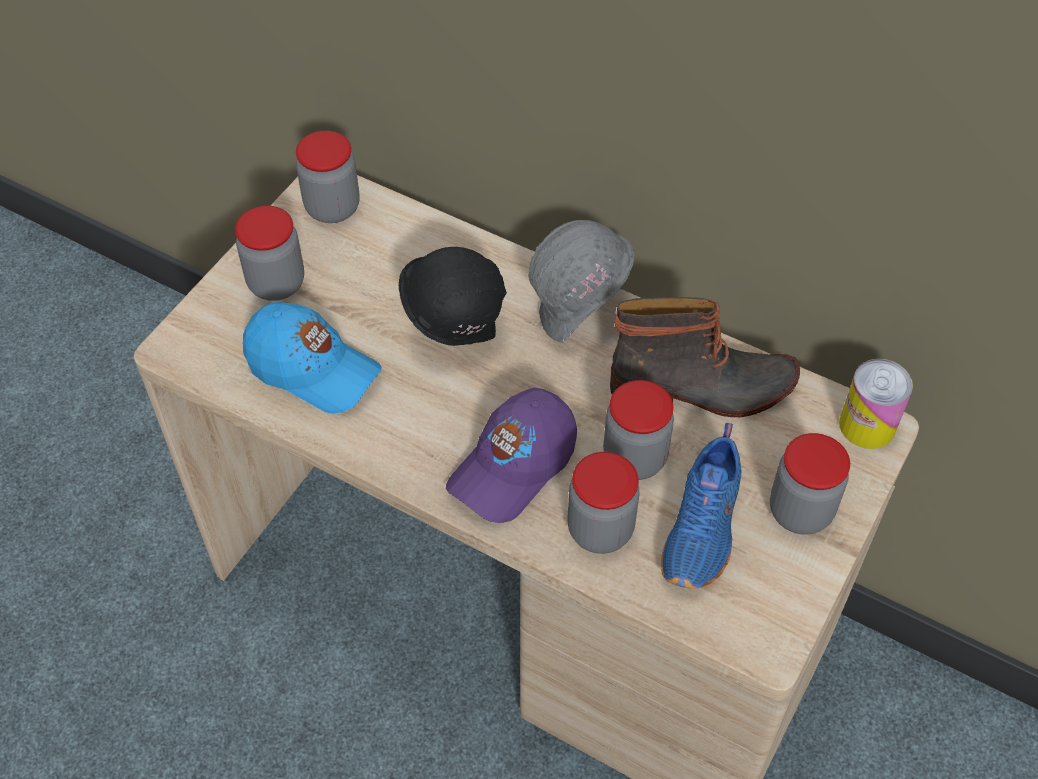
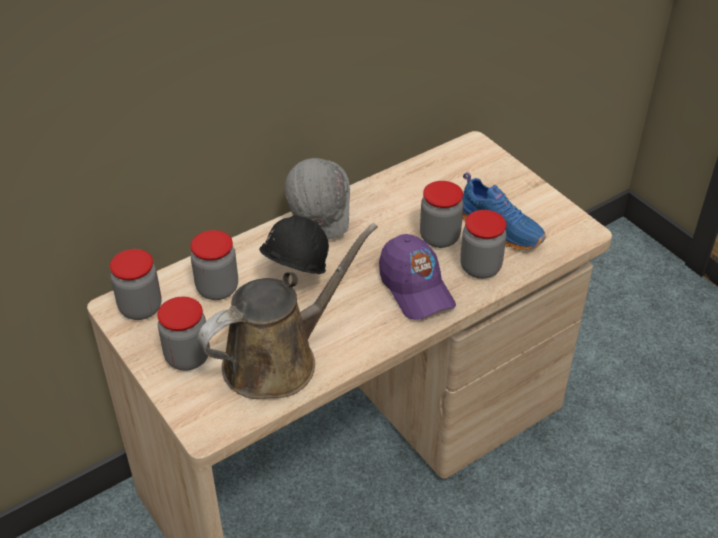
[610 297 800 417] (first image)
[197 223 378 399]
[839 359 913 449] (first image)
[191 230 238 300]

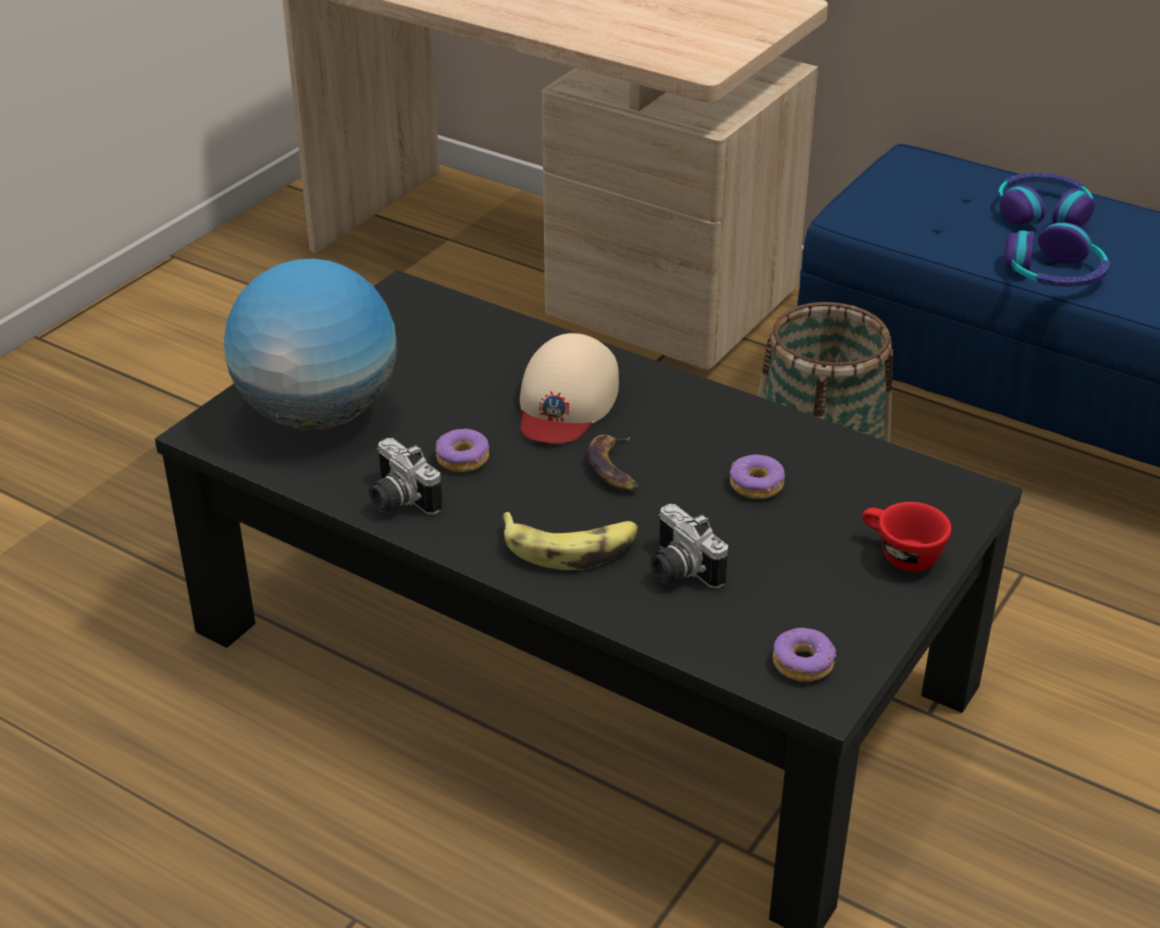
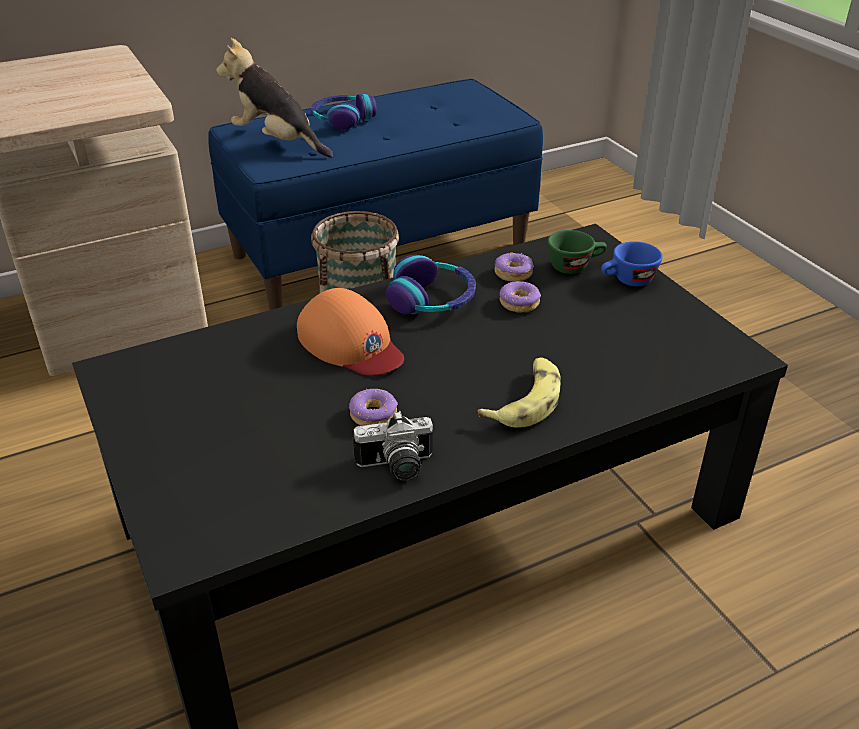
[386 255 476 314]
[224 259 397 430] (first image)
[297 288 404 376]
[588 435 639 490] (first image)
[601 241 663 286]
[650 504 728 589] (first image)
[494 252 534 282]
[216 38 333 157]
[547 230 607 274]

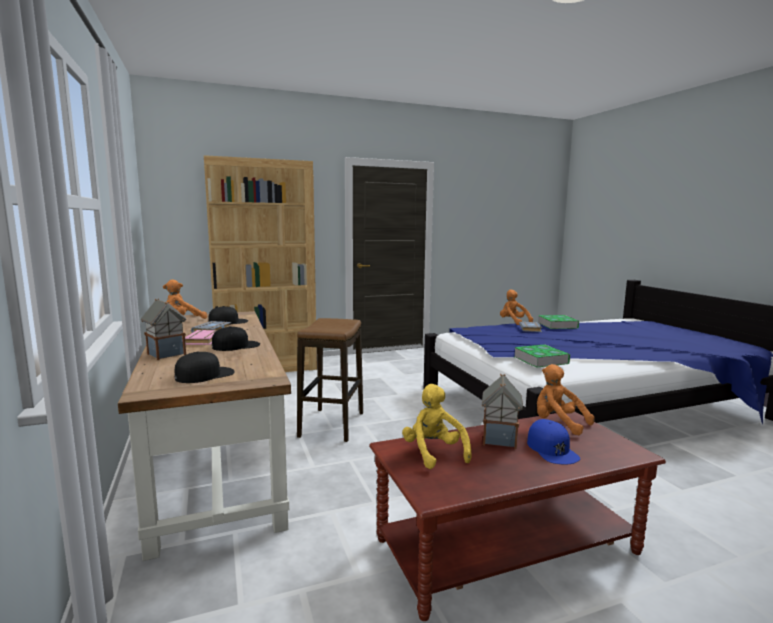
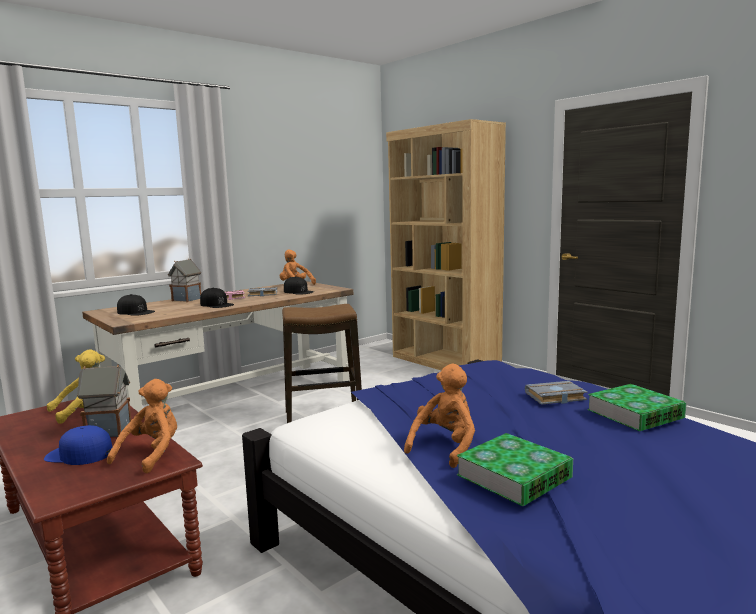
[404 364 475 468]
[457 433 573 506]
[44 425 112 465]

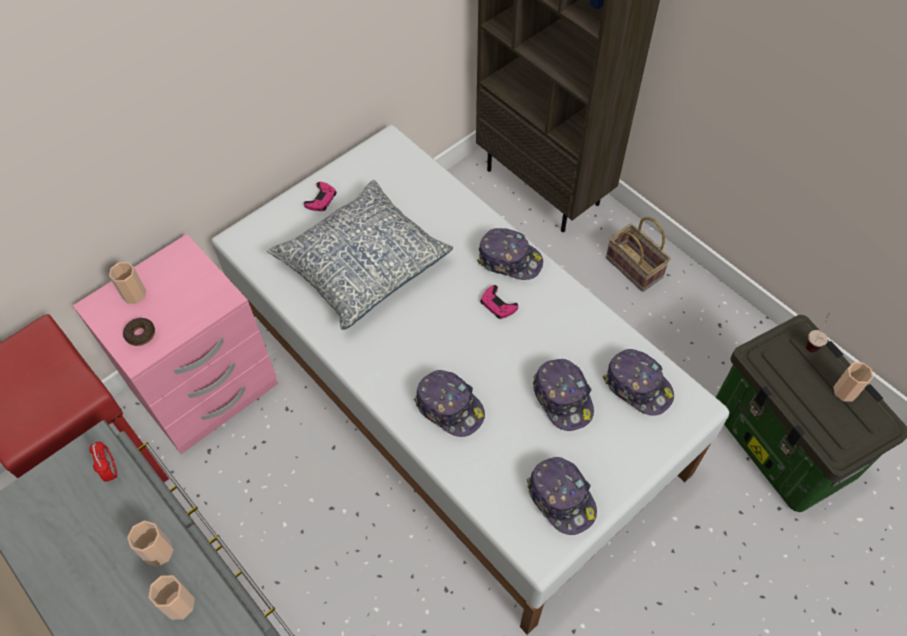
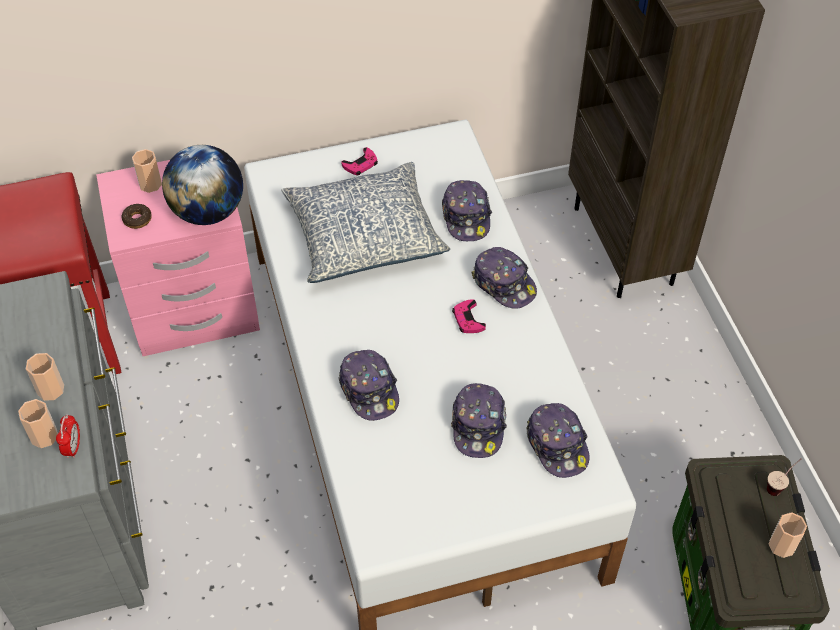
[606 217 671 292] (first image)
[56 414 80 458]
[442 180 492 241]
[162 145 243 225]

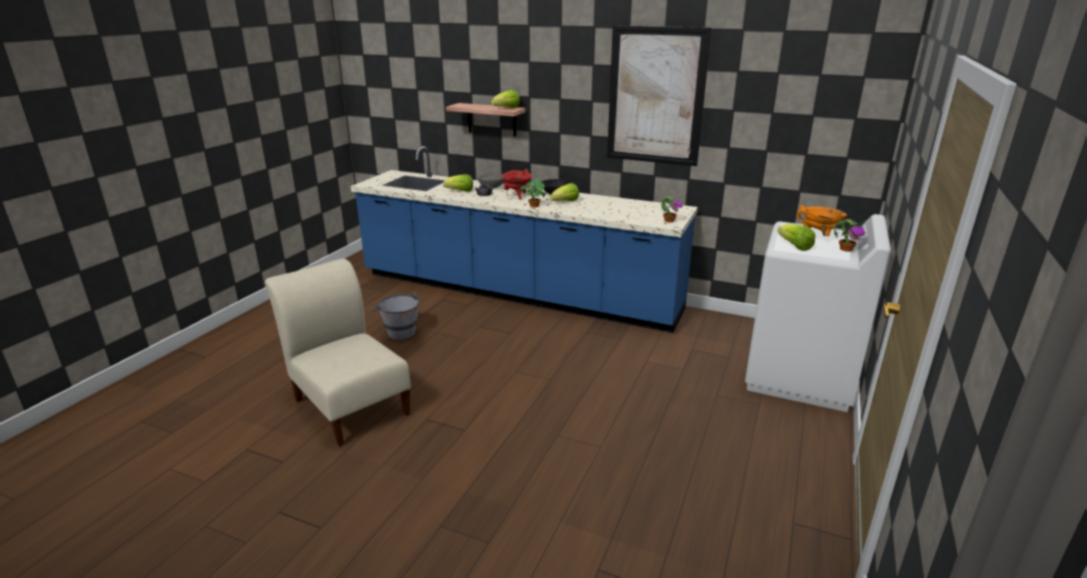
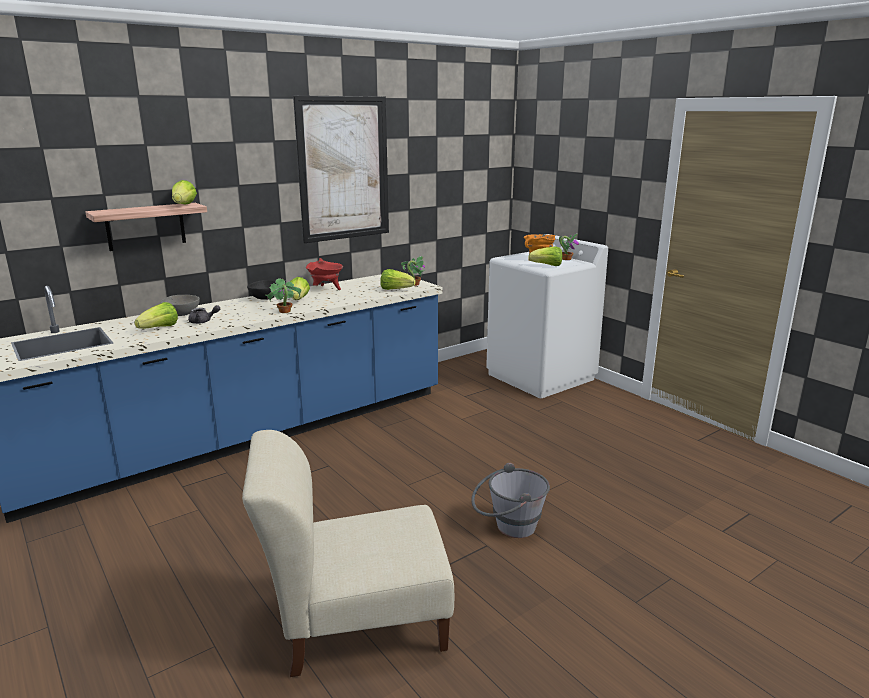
[306 258 343 290]
[471 463 550 538]
[380 269 416 290]

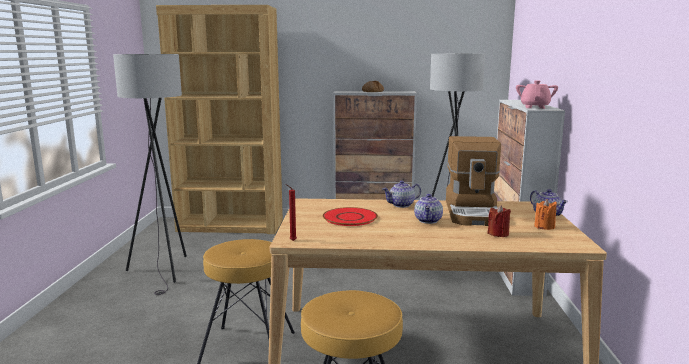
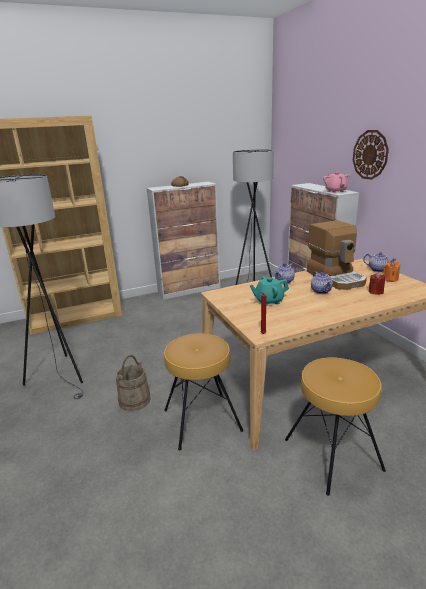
[250 276 289 306]
[353 130 389 180]
[116 355 151 411]

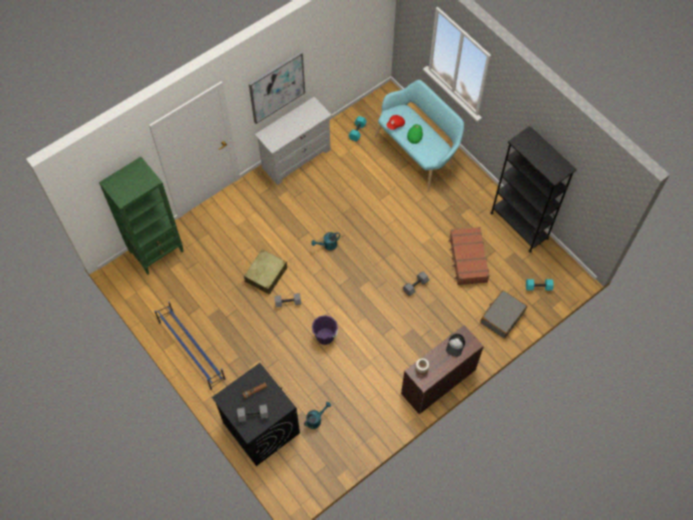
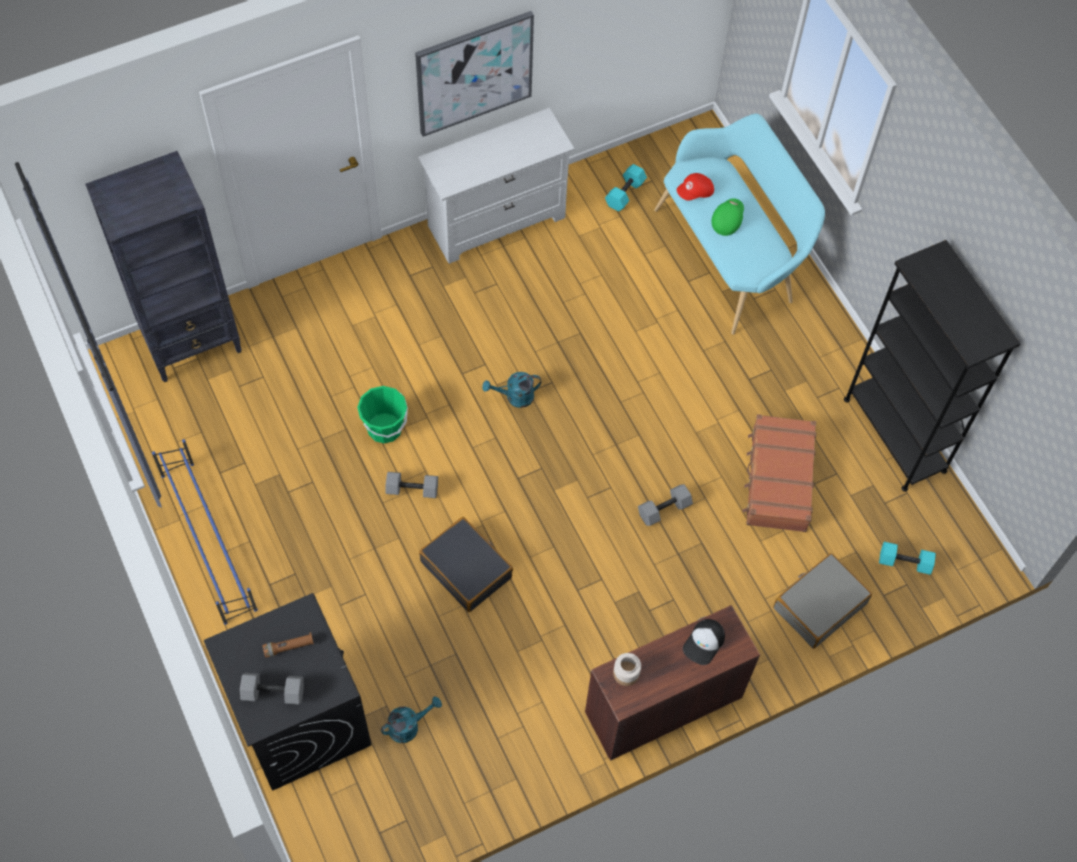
[85 151 242 382]
[357 386 408 443]
[419 517 513 612]

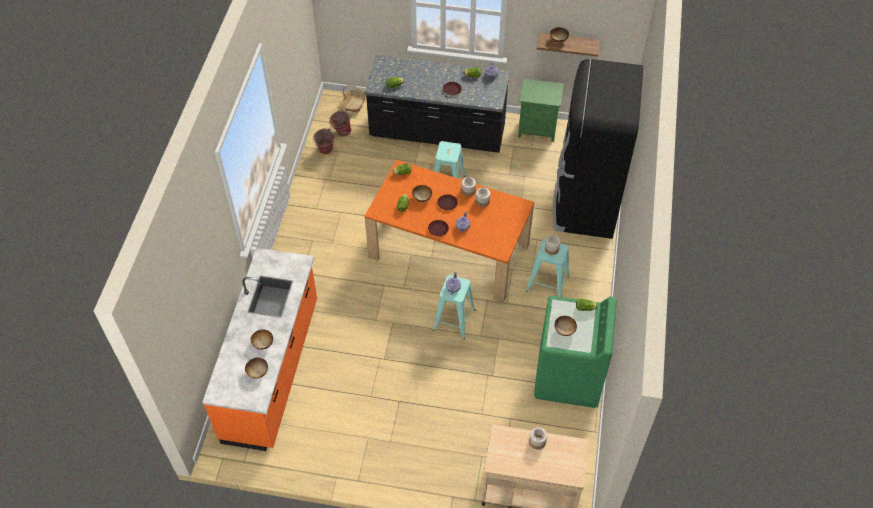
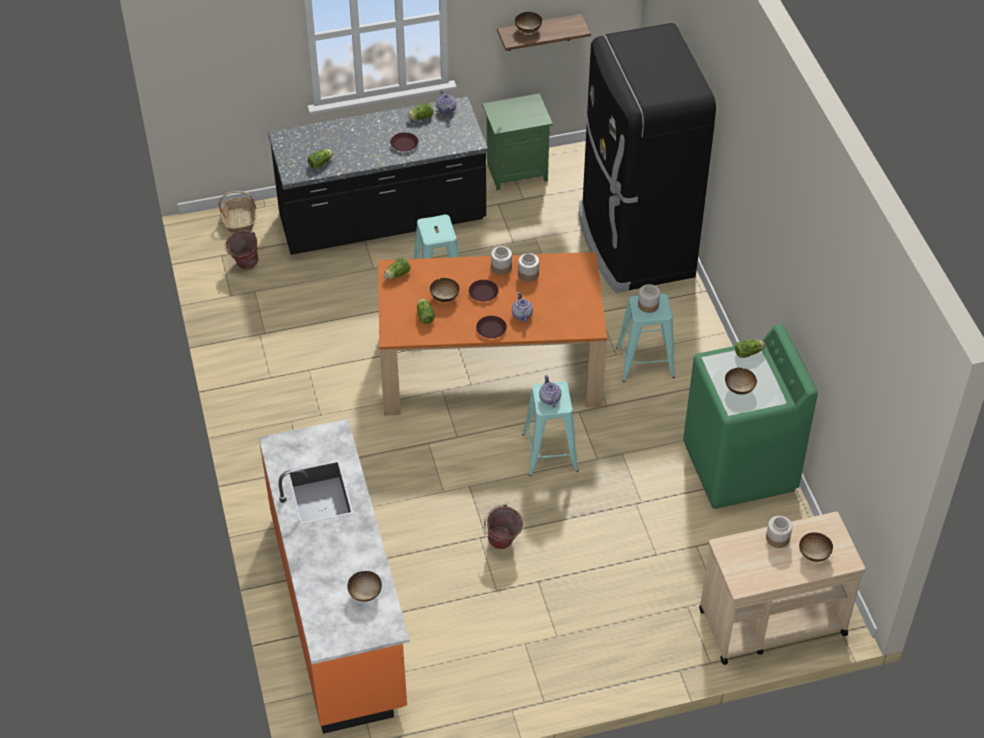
[484 504 523 549]
[799 532 833 562]

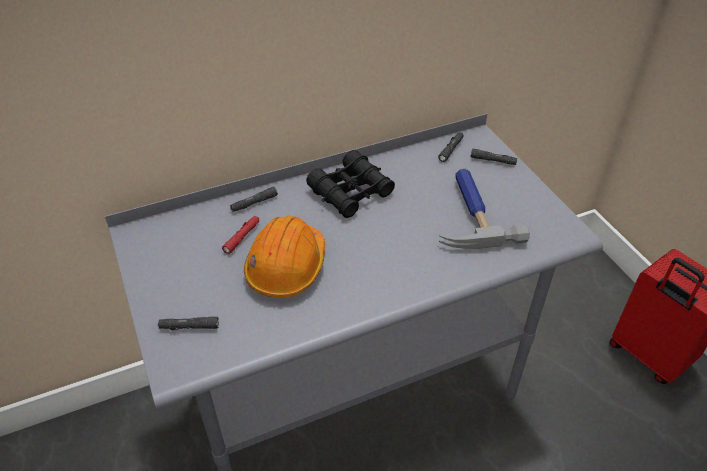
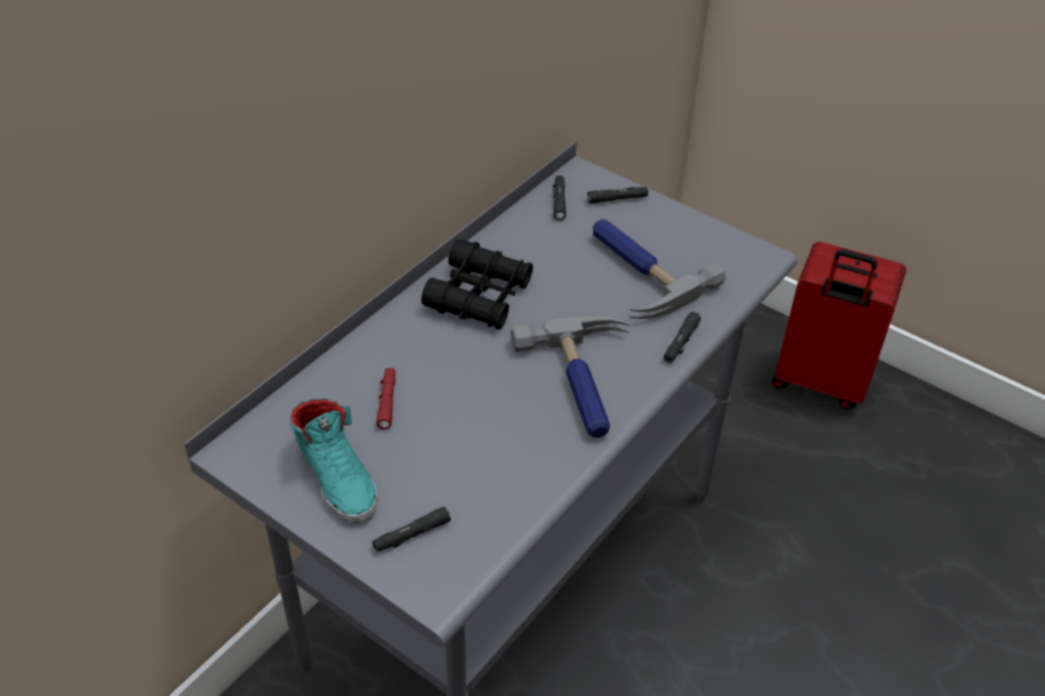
[664 312 701 363]
[244 216 325 298] (first image)
[511 316 630 438]
[290 399 377 523]

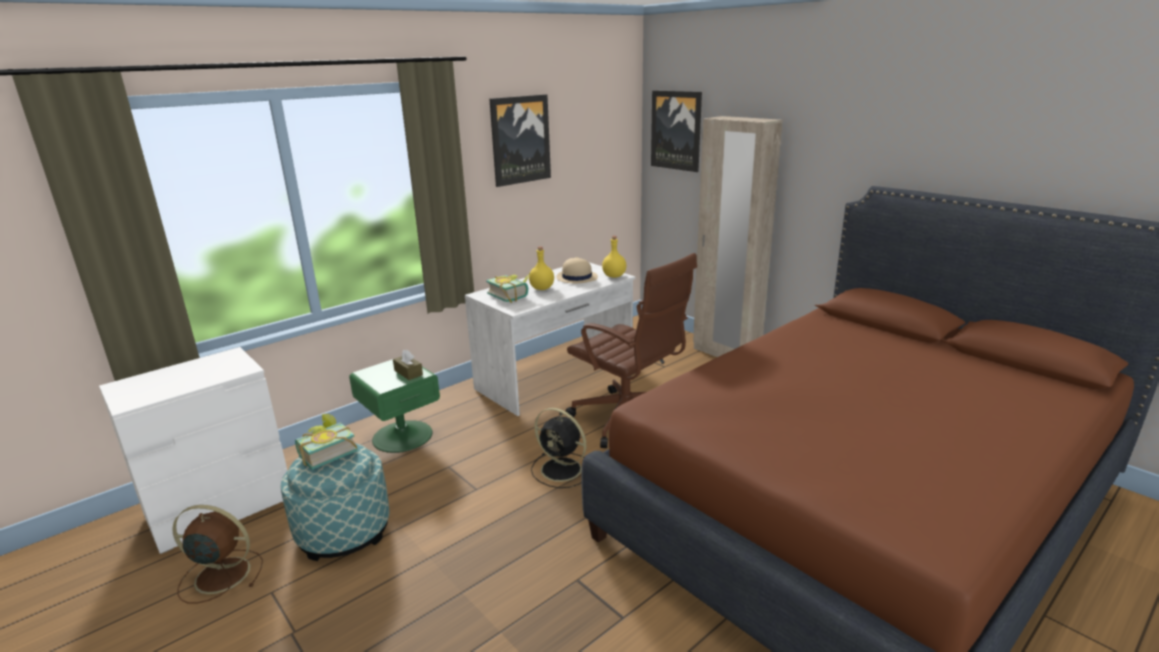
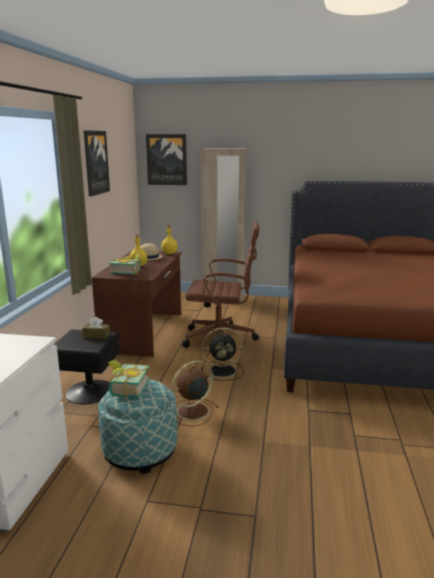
[92 250 182 357]
[54 329 120 404]
[170 360 219 426]

